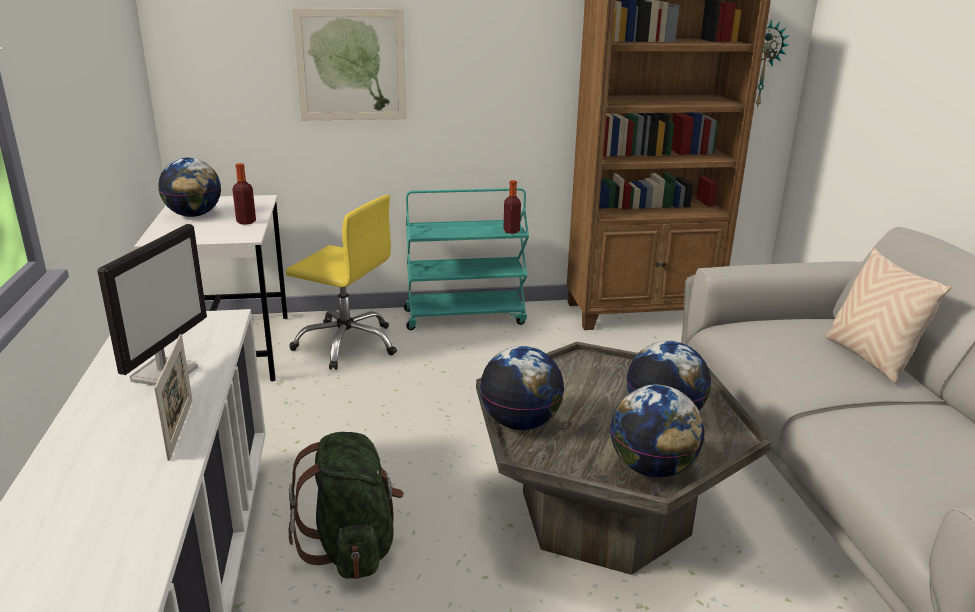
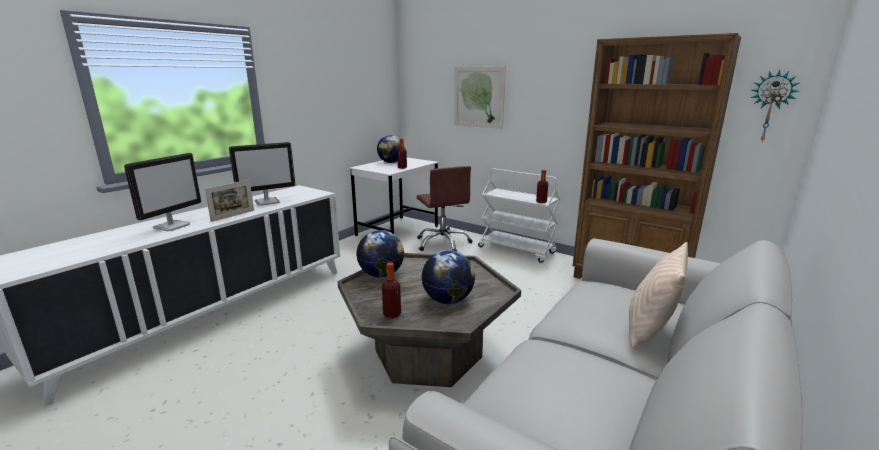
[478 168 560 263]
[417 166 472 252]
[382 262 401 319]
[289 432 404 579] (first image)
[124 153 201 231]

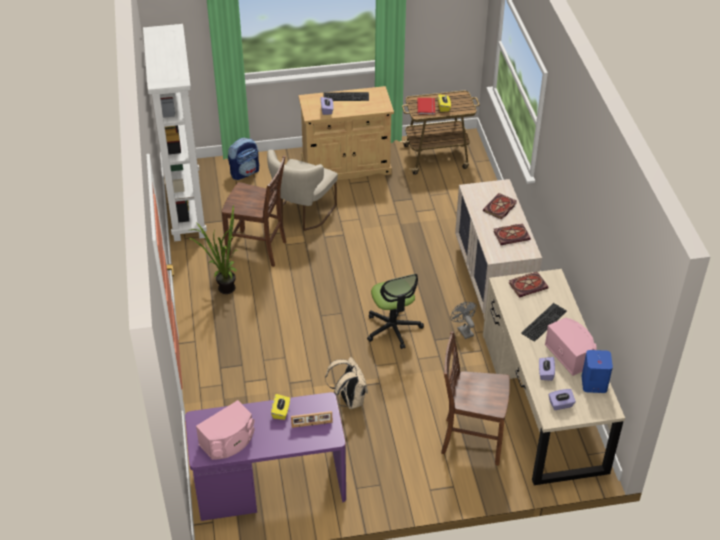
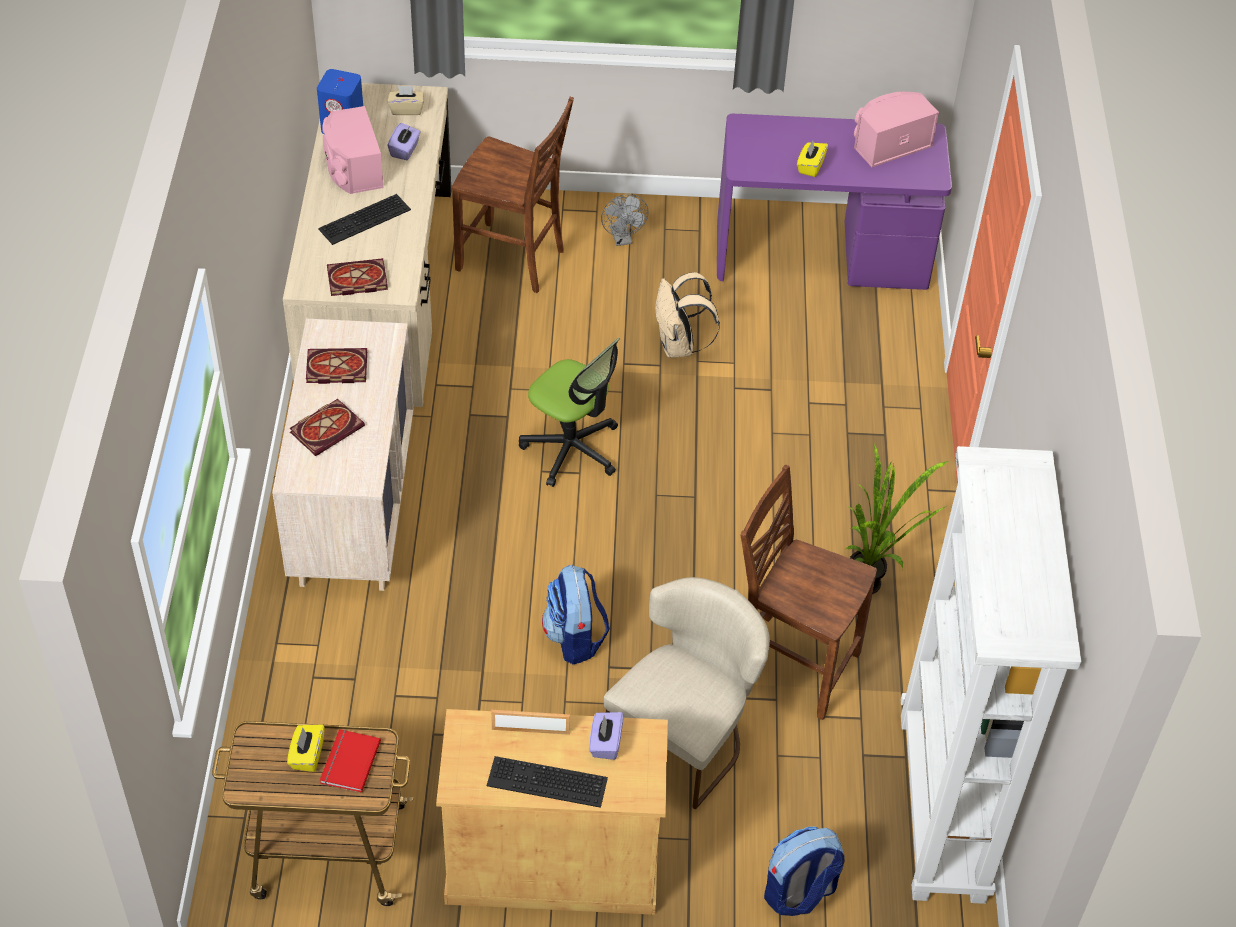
[519 338 620 487]
[601 194 649 246]
[388 85 424 115]
[491 710 570 735]
[542 565 610 664]

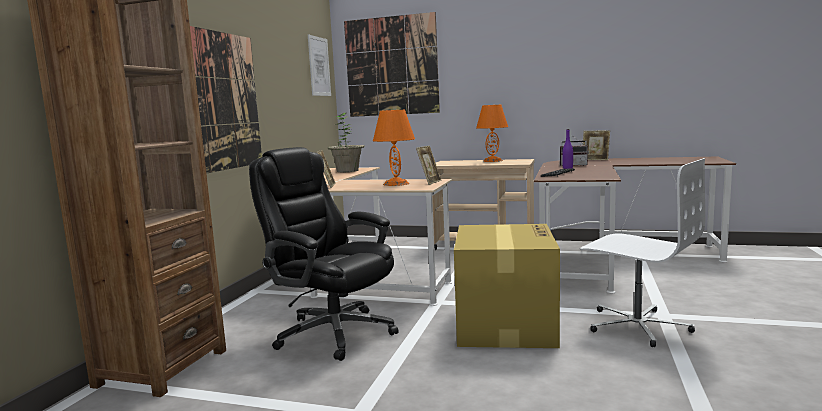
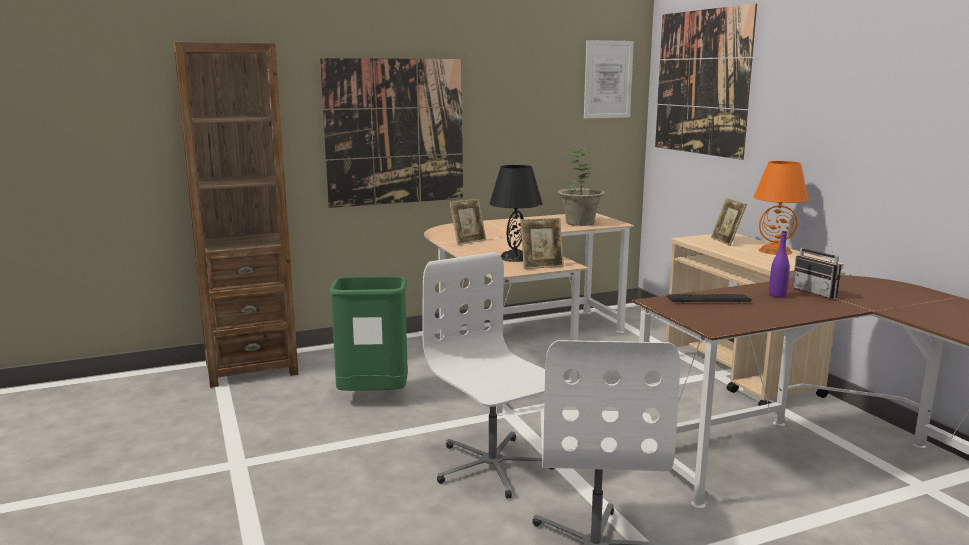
[489 165 543 262]
[711 197 747 246]
[329 276 408 391]
[422 252 554 499]

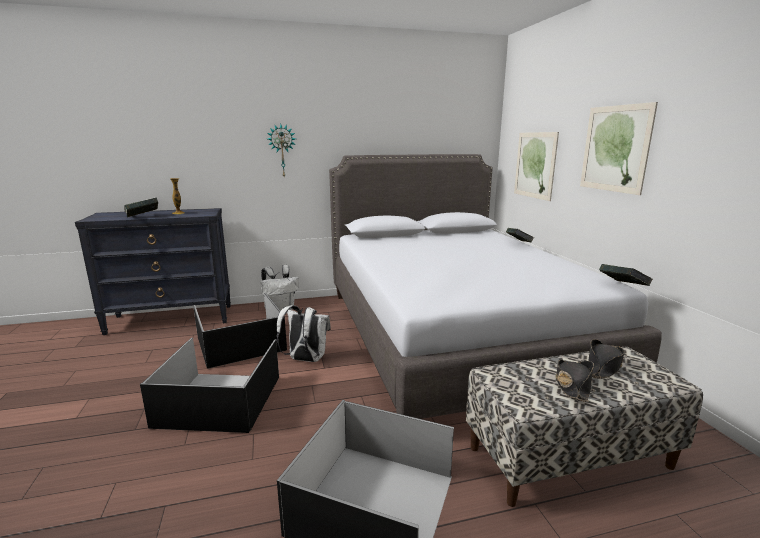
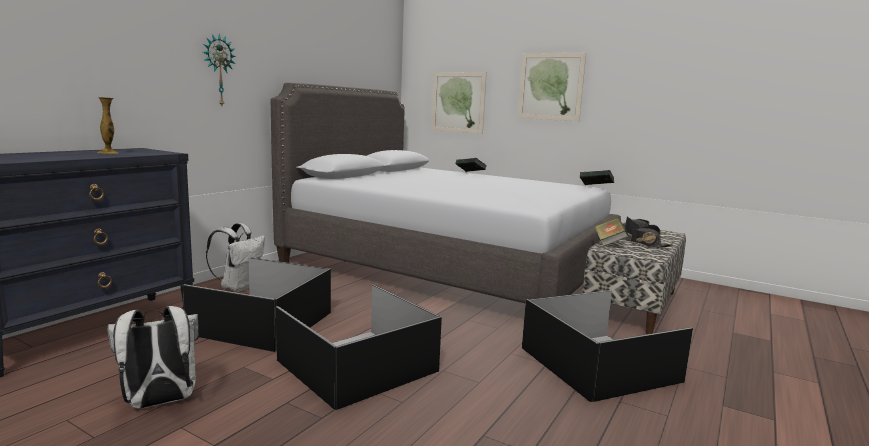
[595 218 629 247]
[107 306 199 409]

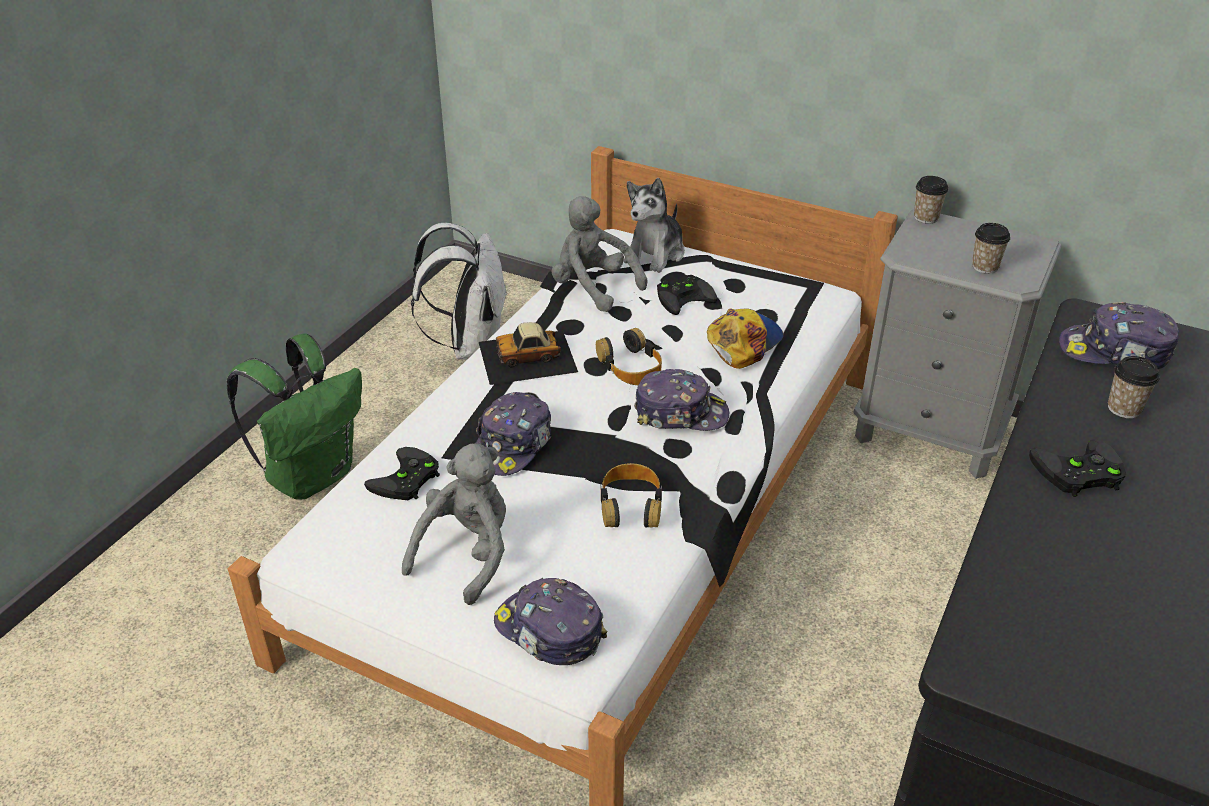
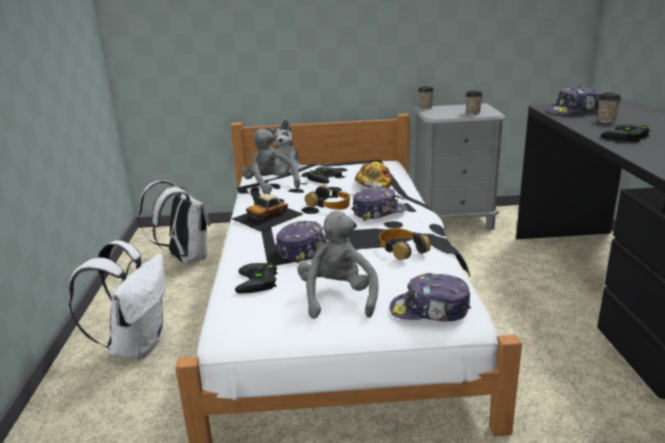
[241 128 300 194]
[69 240 166 360]
[276 221 330 263]

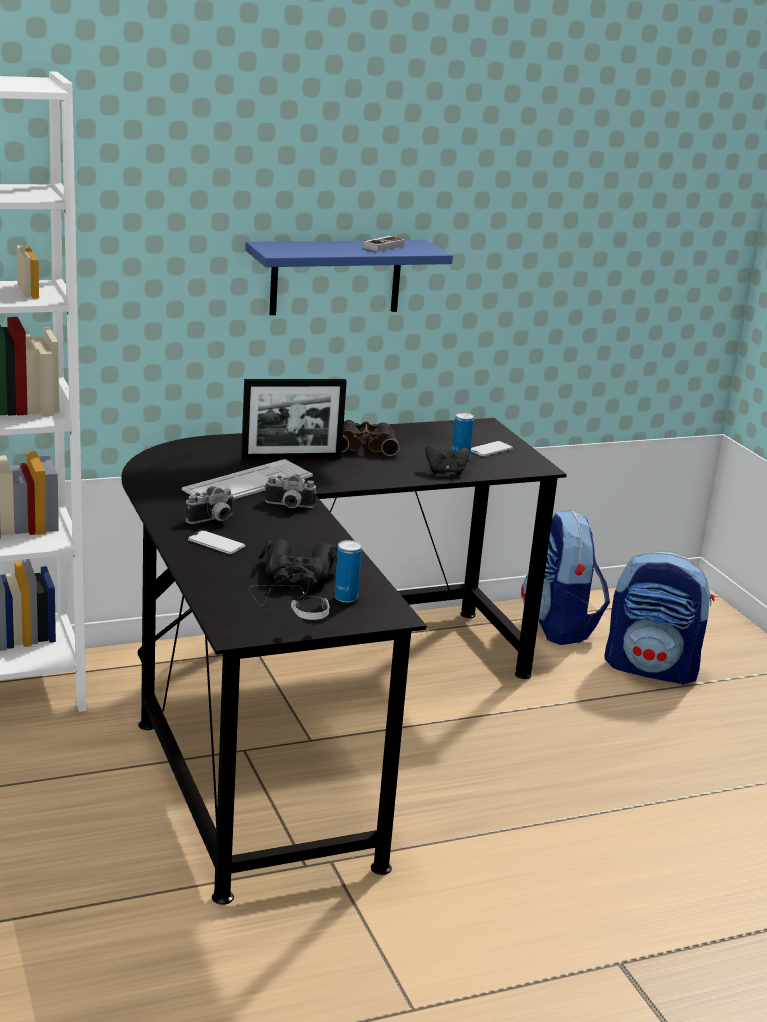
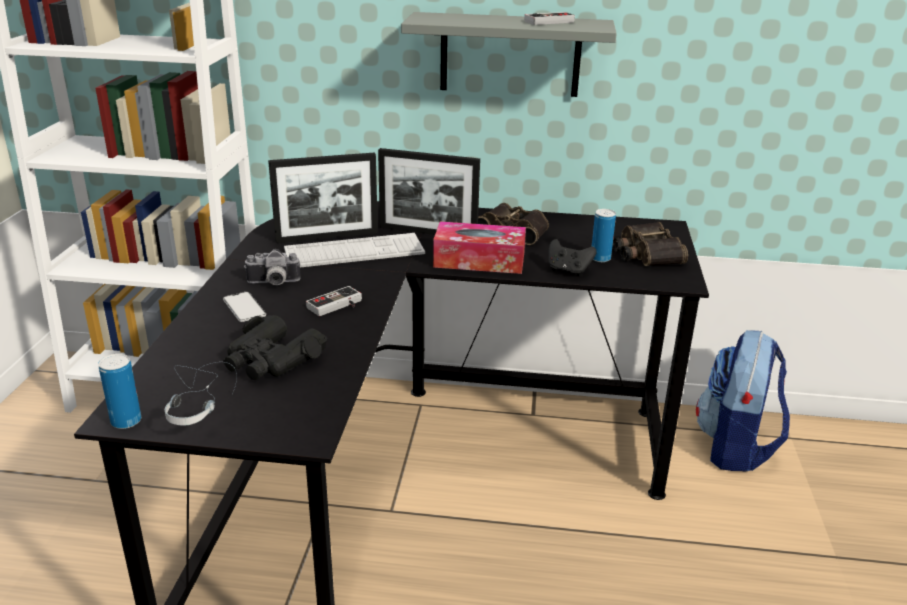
[401 12 617 97]
[613 222 688 266]
[264 474 317 508] (first image)
[98 353 141 429]
[604 552 715 685] (first image)
[268 153 378 243]
[433 222 526 274]
[306 286 362 316]

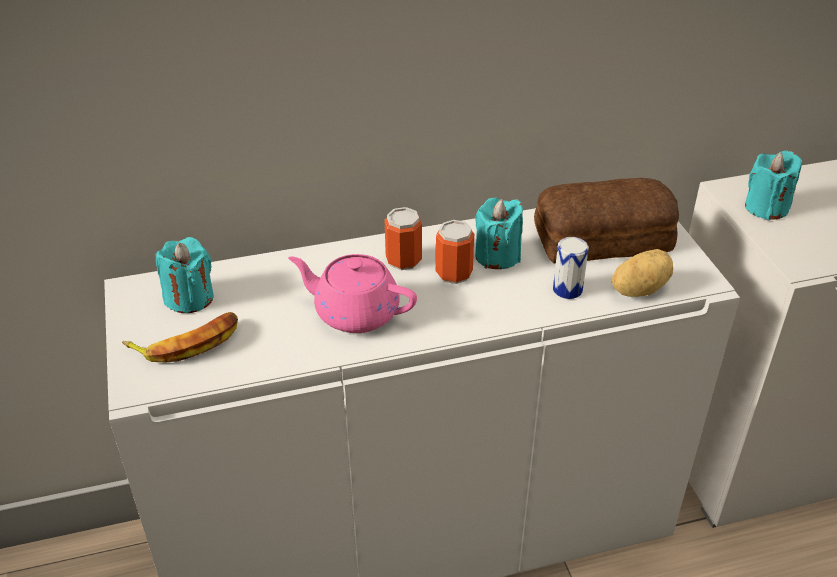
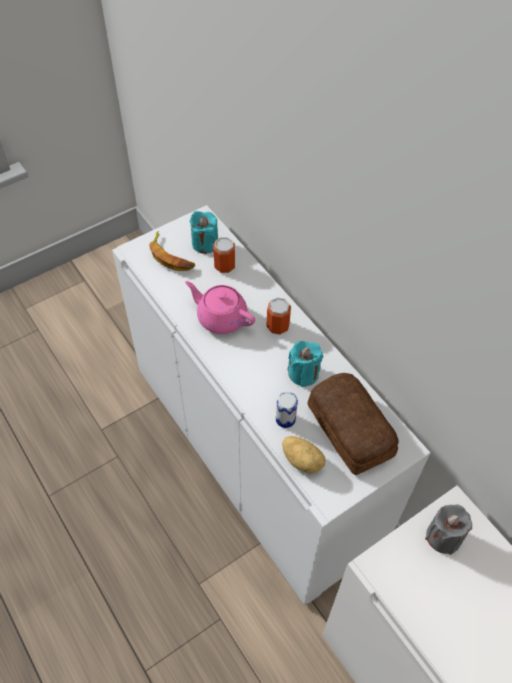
[425 504 472 555]
[214 237 235 273]
[185 281 255 334]

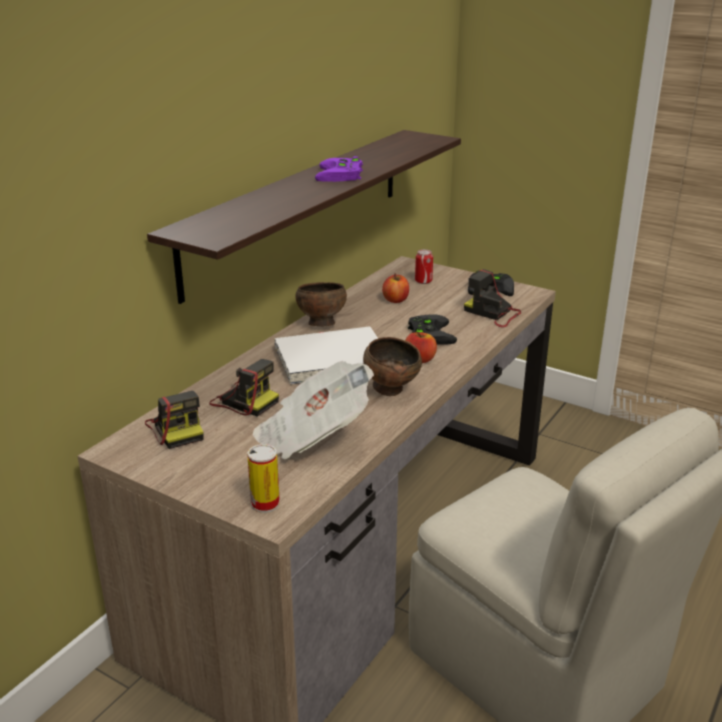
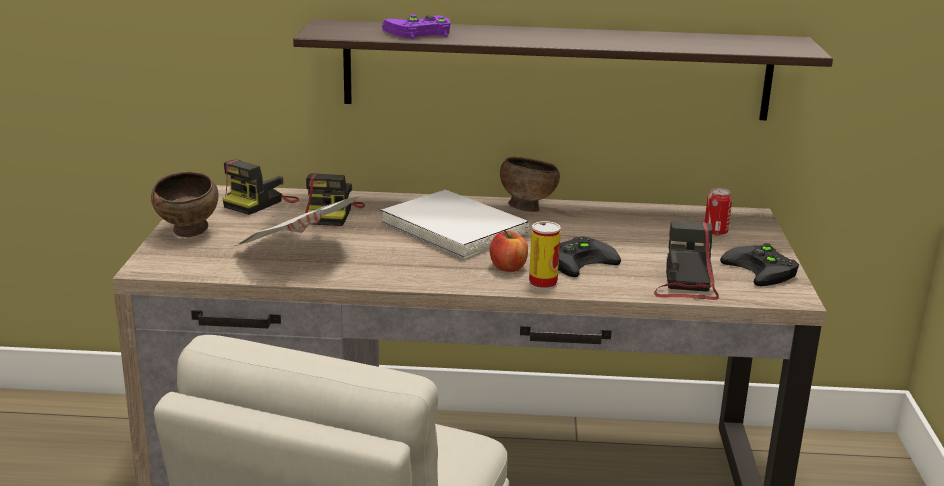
[382 14 451 39]
[382 274 409 303] (first image)
[151 172 219 237]
[529 221 561 290]

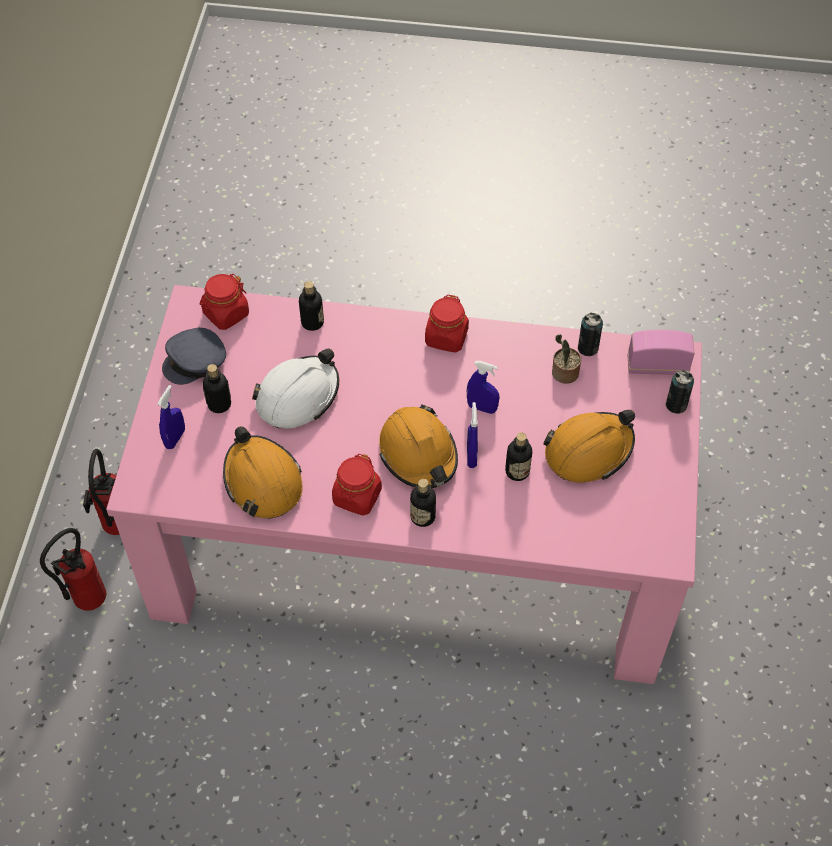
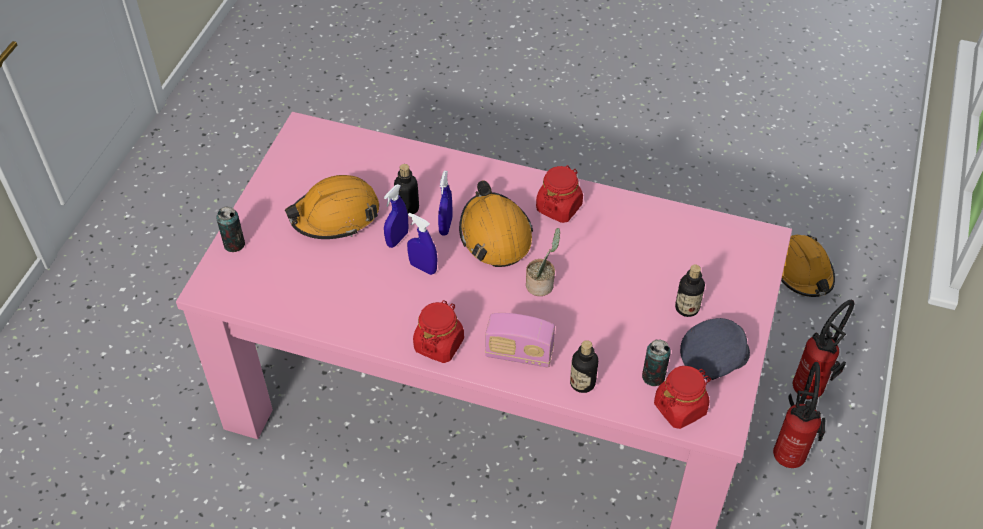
[642 339 671 386]
[485 313 555 368]
[526 228 560 296]
[252 349 339 428] (first image)
[384 184 409 248]
[781 235 835 297]
[410 479 436 527] (first image)

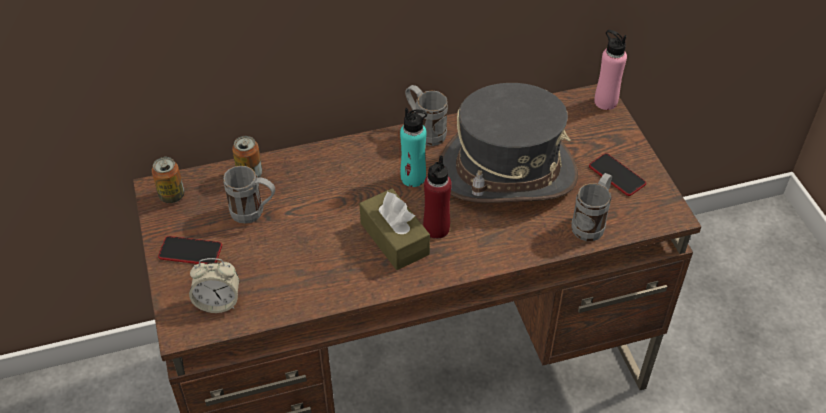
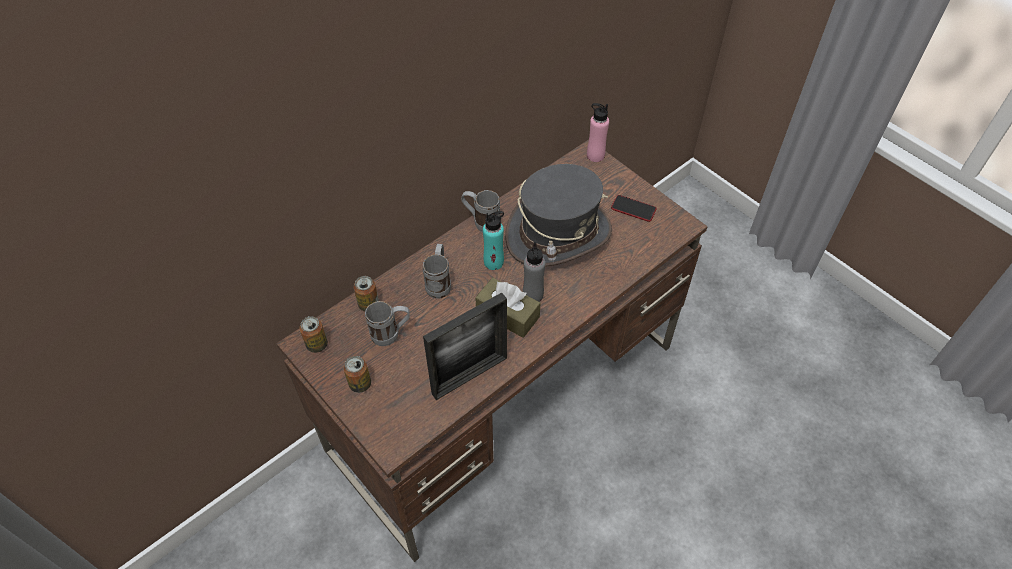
[523 242 545 302]
[422 244 451 299]
[343 356 371 393]
[189 258 239 313] (first image)
[423 292 507 400]

